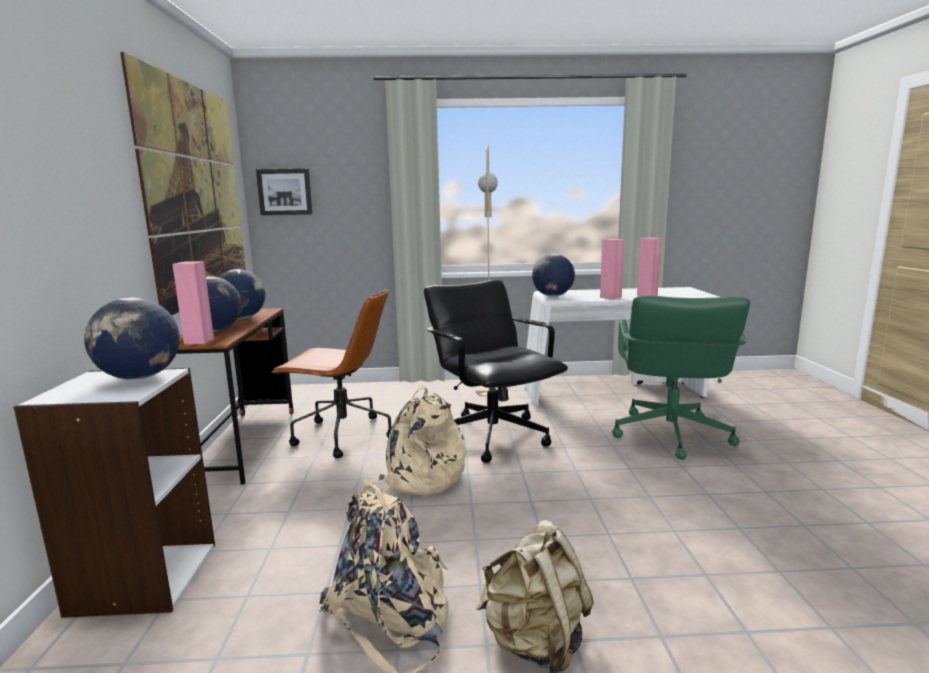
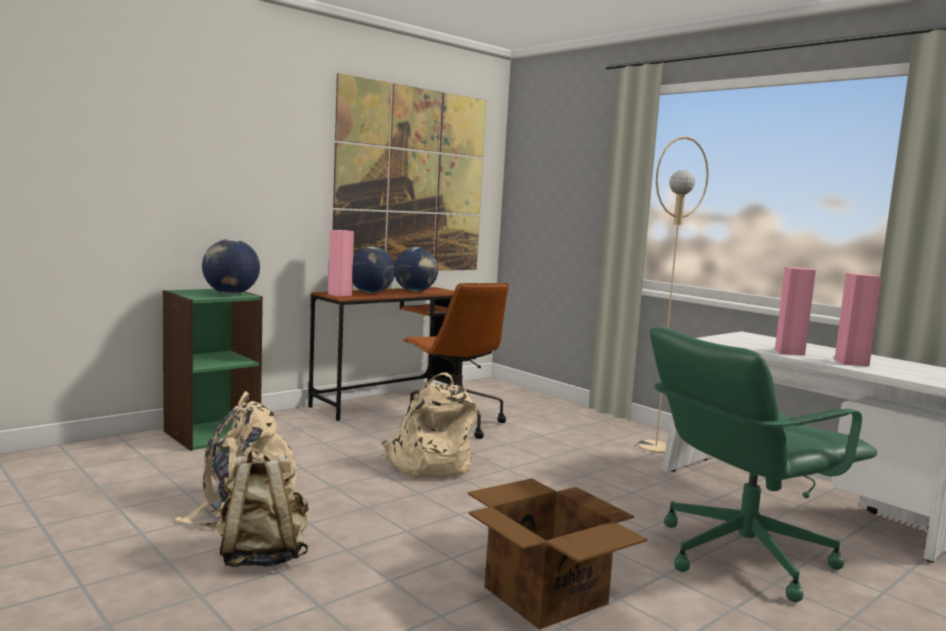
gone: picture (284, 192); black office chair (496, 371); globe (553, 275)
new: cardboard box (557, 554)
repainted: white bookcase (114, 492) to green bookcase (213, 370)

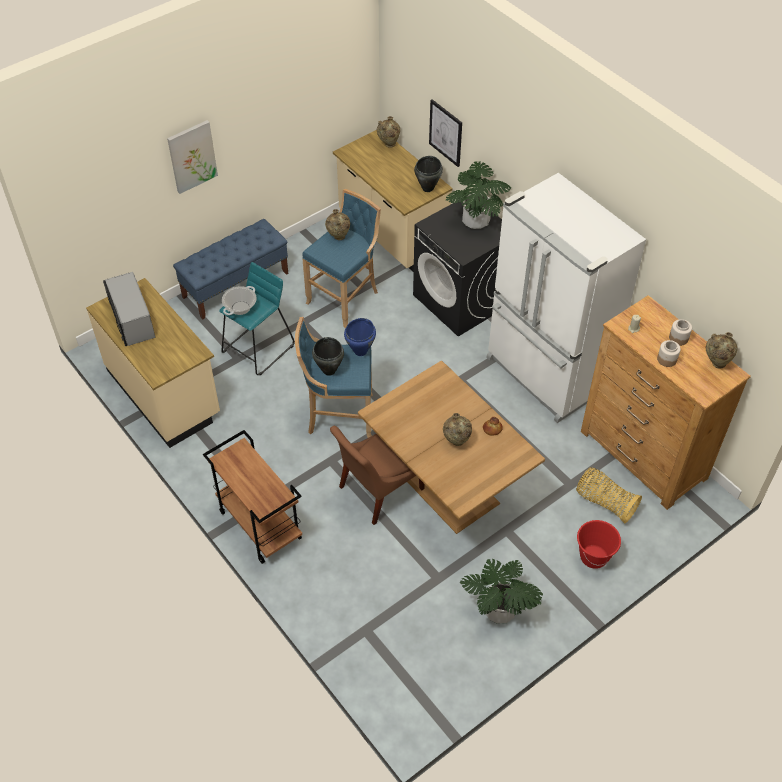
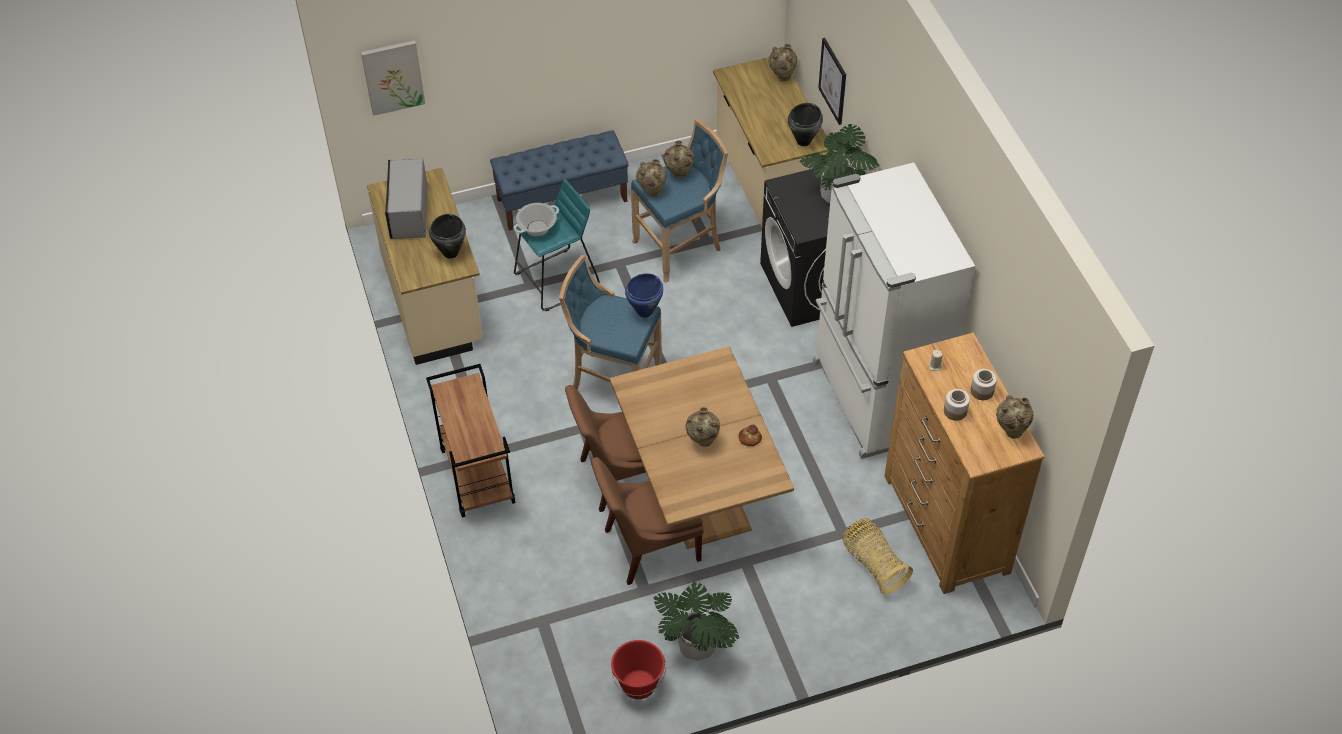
new: brown chair (647, 521); beige vase (651, 178)
shifted: picture (192, 157) to (393, 78); black cooking pot (328, 356) to (447, 236); red bucket (599, 544) to (638, 669)

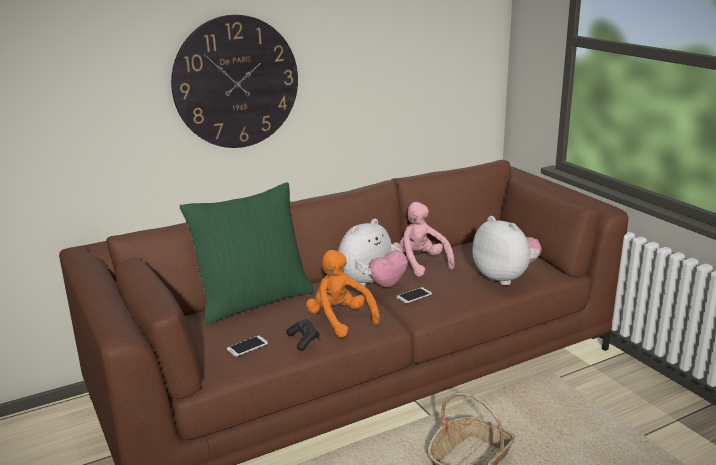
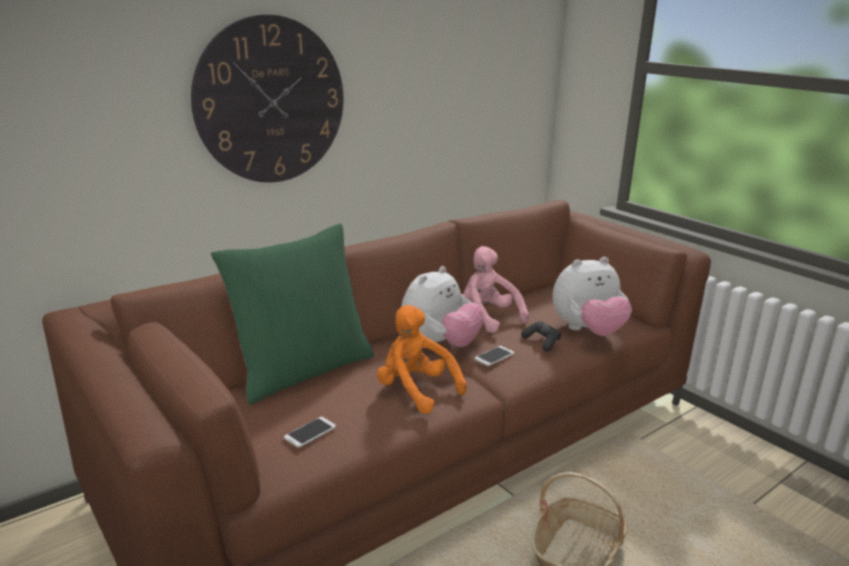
shifted: black game controller (303, 335) to (541, 336)
rotated: plush toy (507, 251) = (592, 296) 120 degrees clockwise

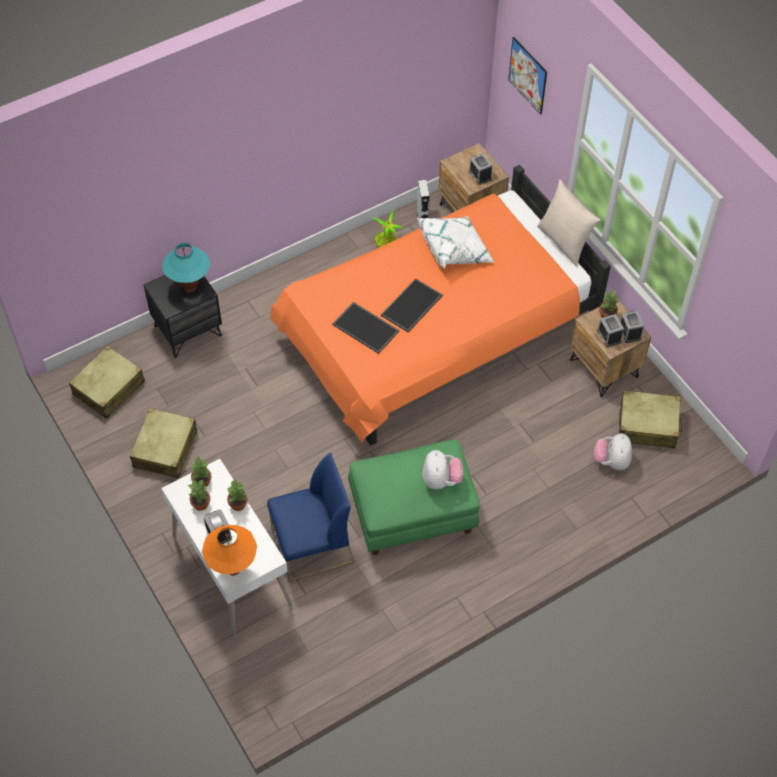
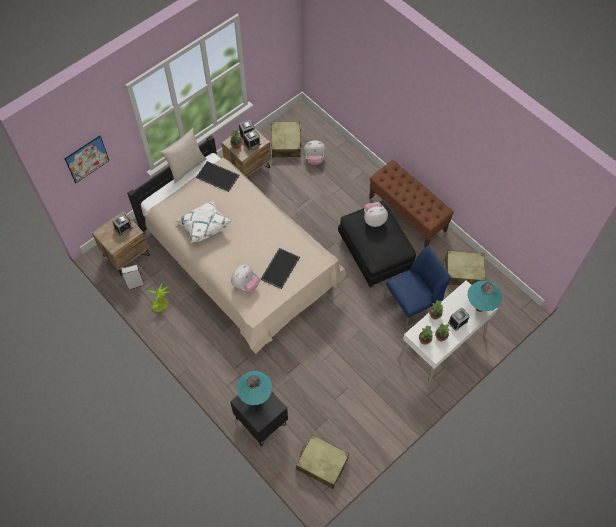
new: plush toy (245, 278); brown bench (411, 204)
shifted: beige suitcase (163, 443) to (464, 269); tray (412, 305) to (218, 176)
repainted: orange table lamp (229, 550) to turquoise table lamp (485, 296); orange bed (440, 305) to beige bed (236, 244); green ottoman (414, 497) to black ottoman (377, 244)
rotated: blue chair (311, 517) = (417, 288) 90 degrees clockwise

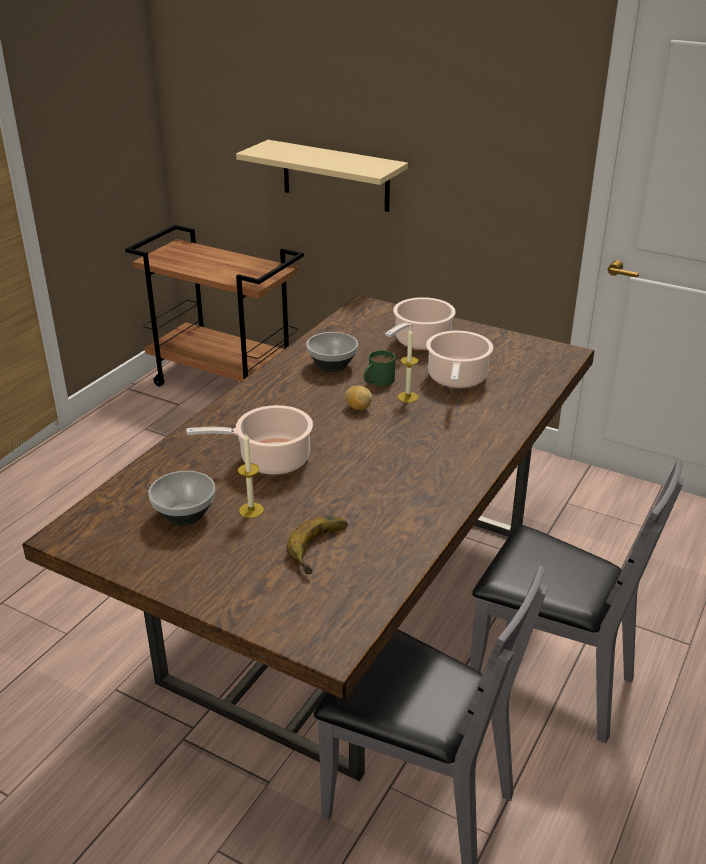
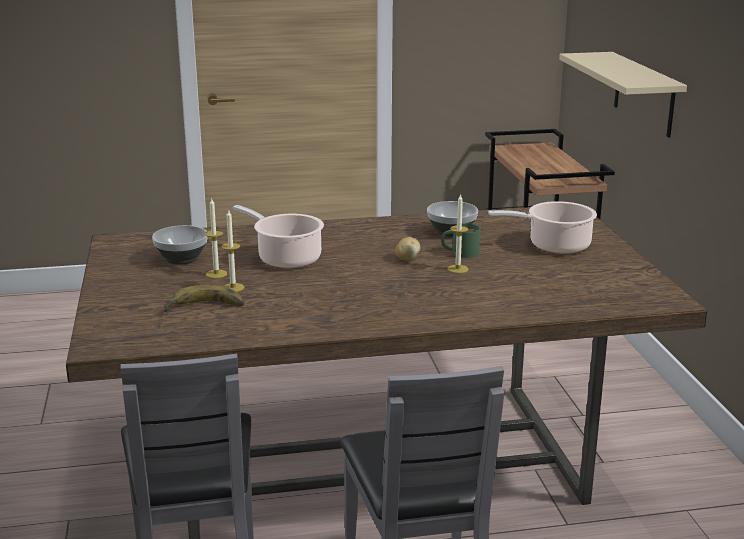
gone: cooking pot (459, 359)
new: candle (232, 251)

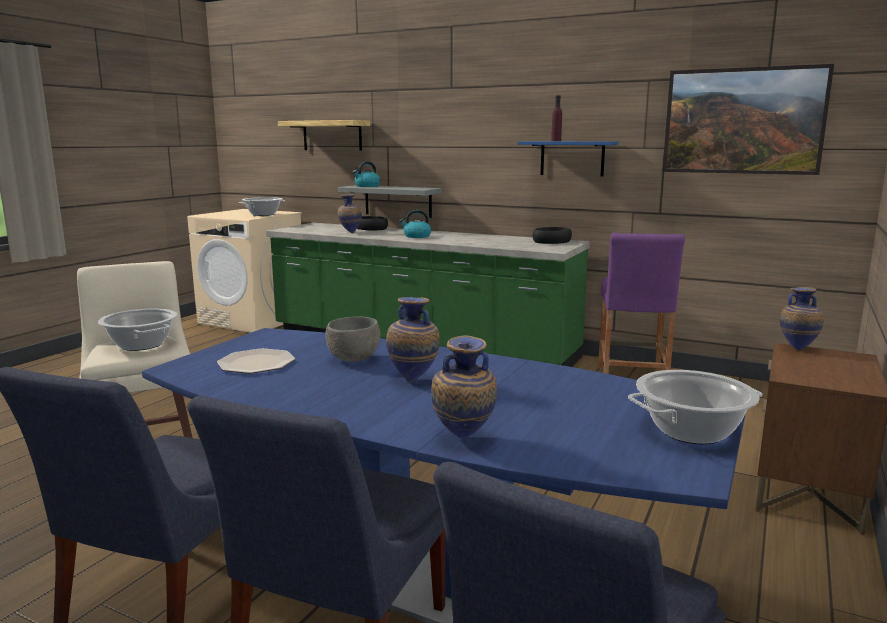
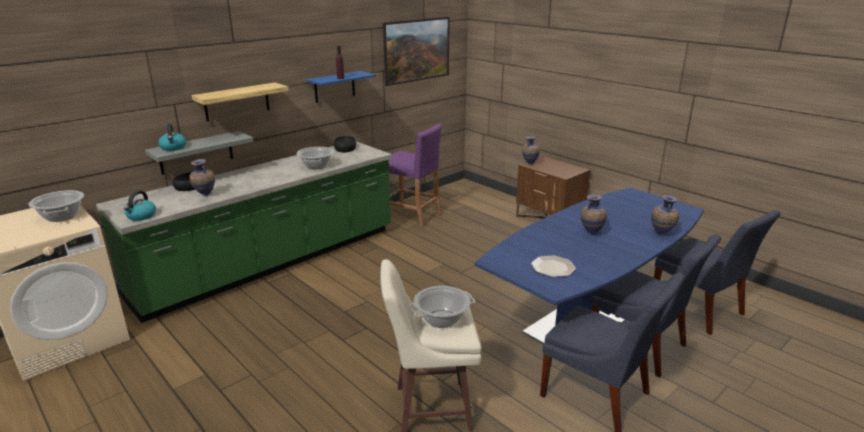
gone: grey bowl (353, 339)
shifted: shelf (324, 135) to (240, 102); kettle (415, 224) to (140, 205); cooking pot (695, 407) to (315, 158)

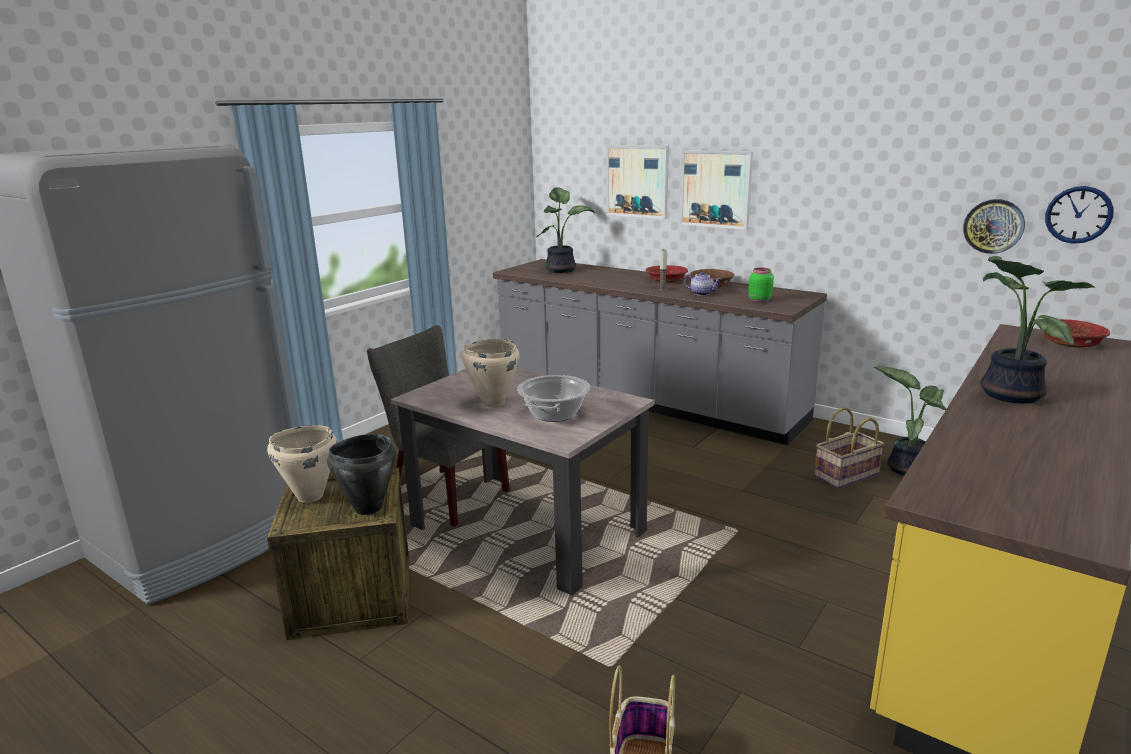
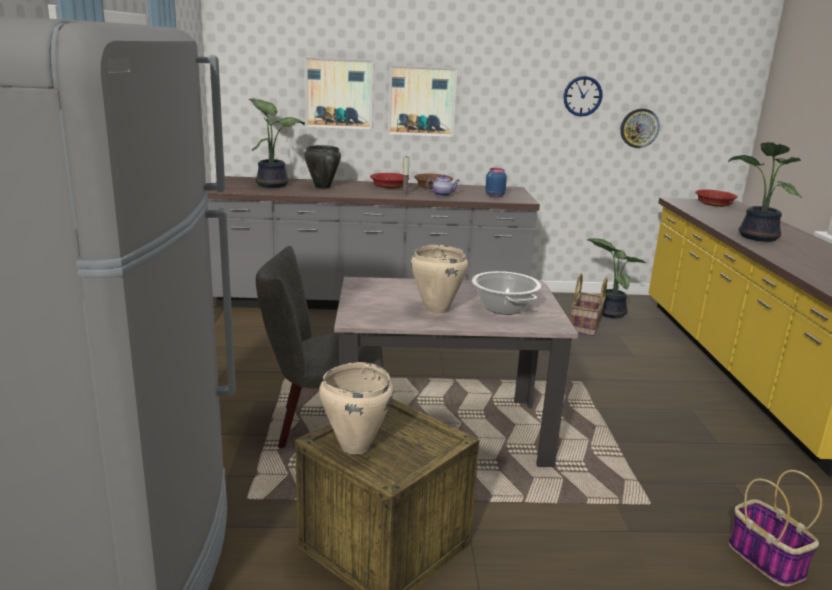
shifted: black cooking pot (361, 474) to (322, 167); wall clock (1079, 215) to (582, 96)
repainted: green jar (761, 285) to blue jar (496, 182)

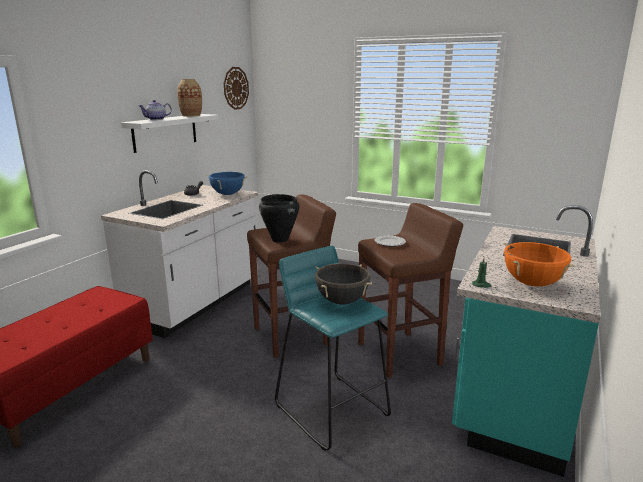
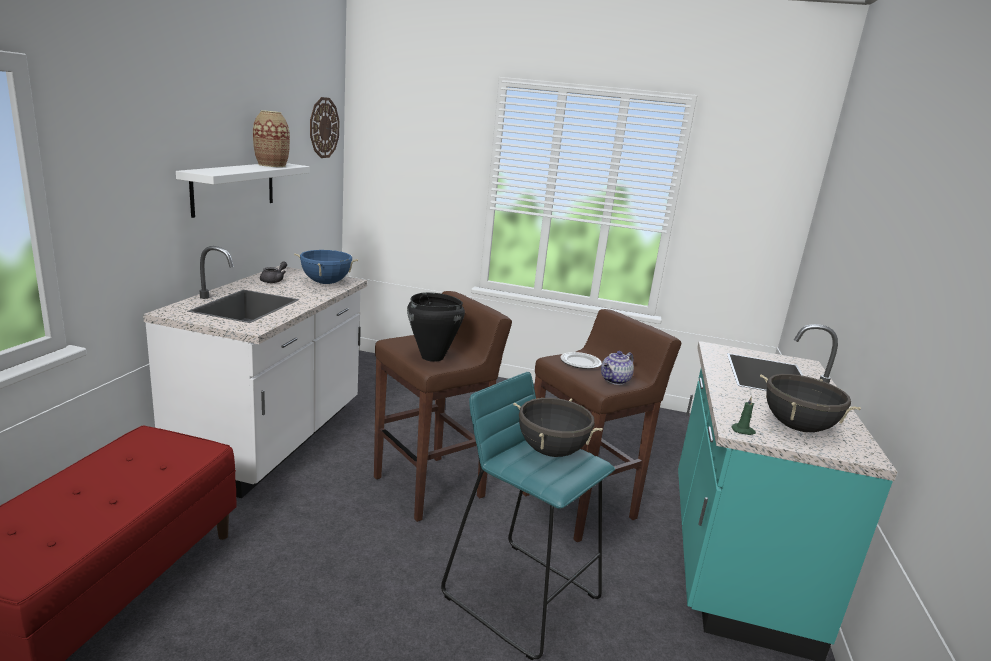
shifted: teapot (155, 110) to (617, 368)
repainted: orange cooking pot (539, 264) to black cooking pot (810, 403)

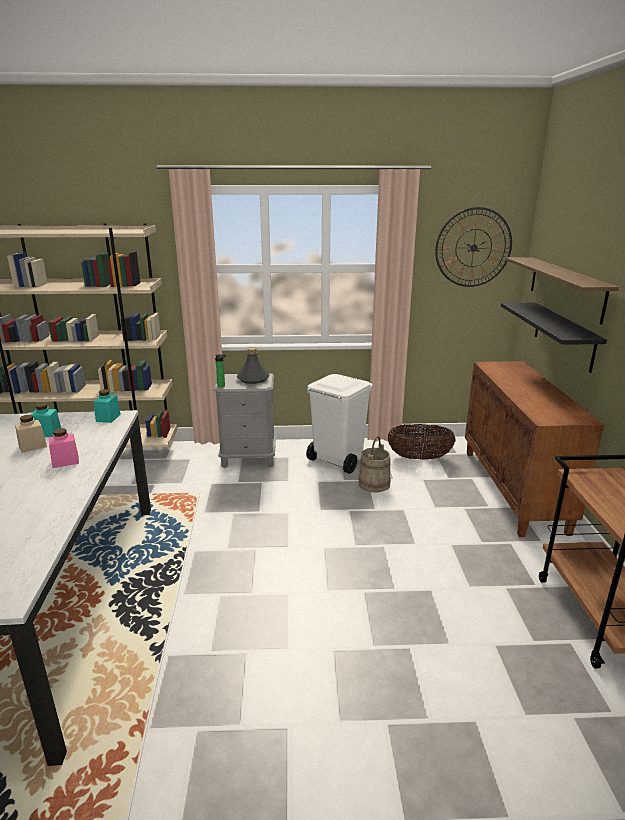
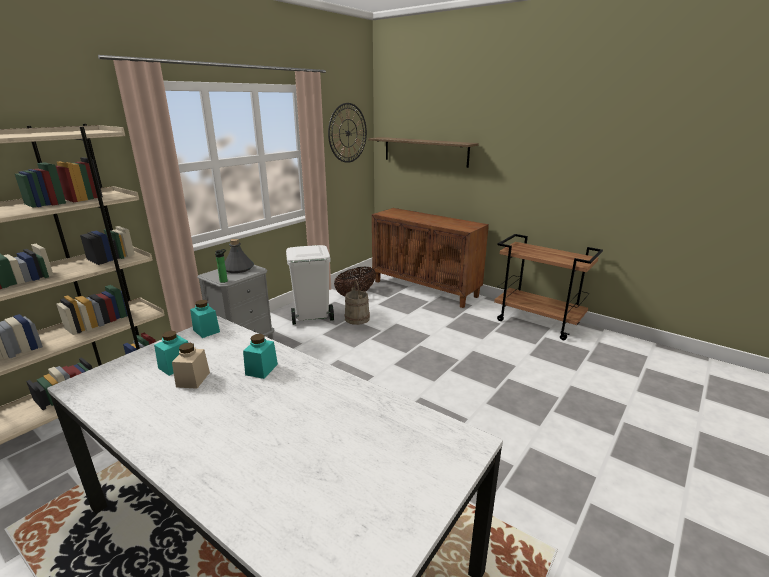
gone: black shelf (554, 338)
repainted: pink jar (64, 448) to turquoise jar (260, 356)

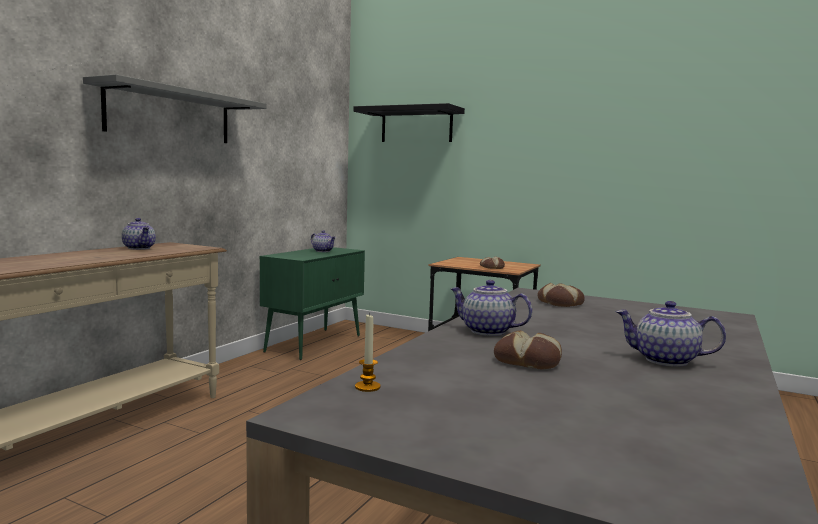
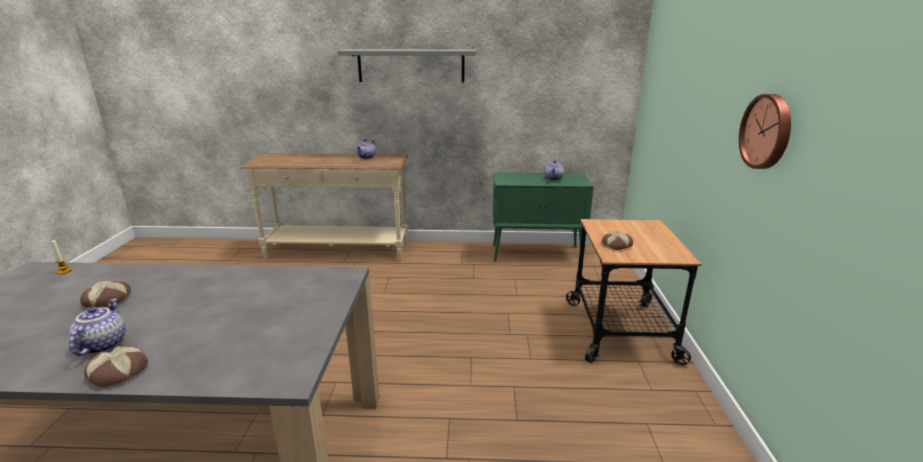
gone: black shelf (409, 122); teapot (491, 308)
new: wall clock (765, 131)
shifted: bread (561, 295) to (116, 366)

